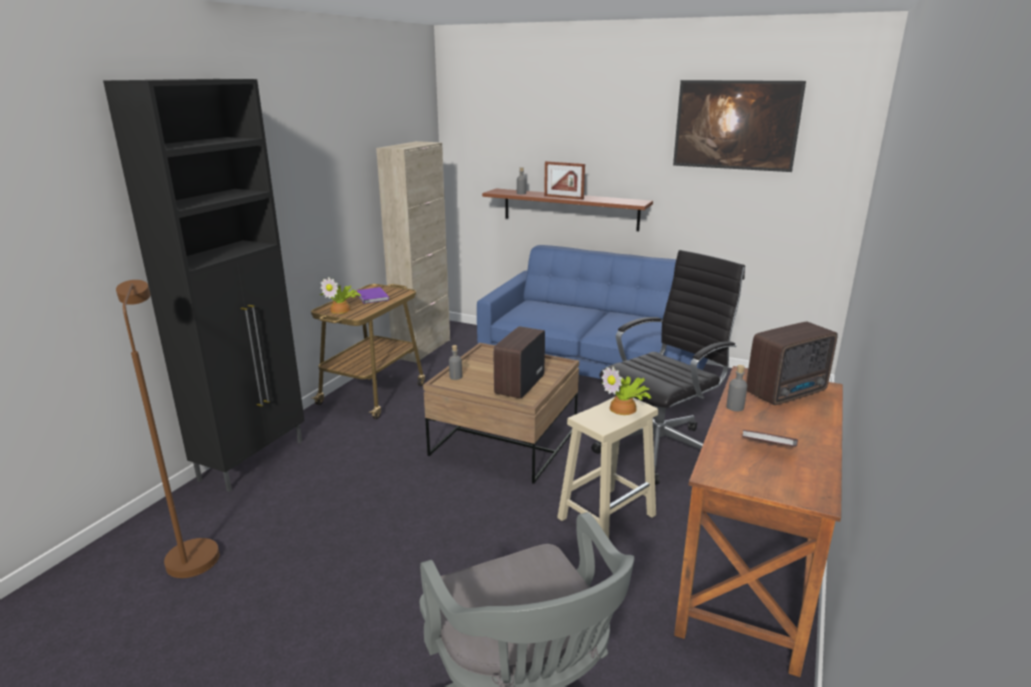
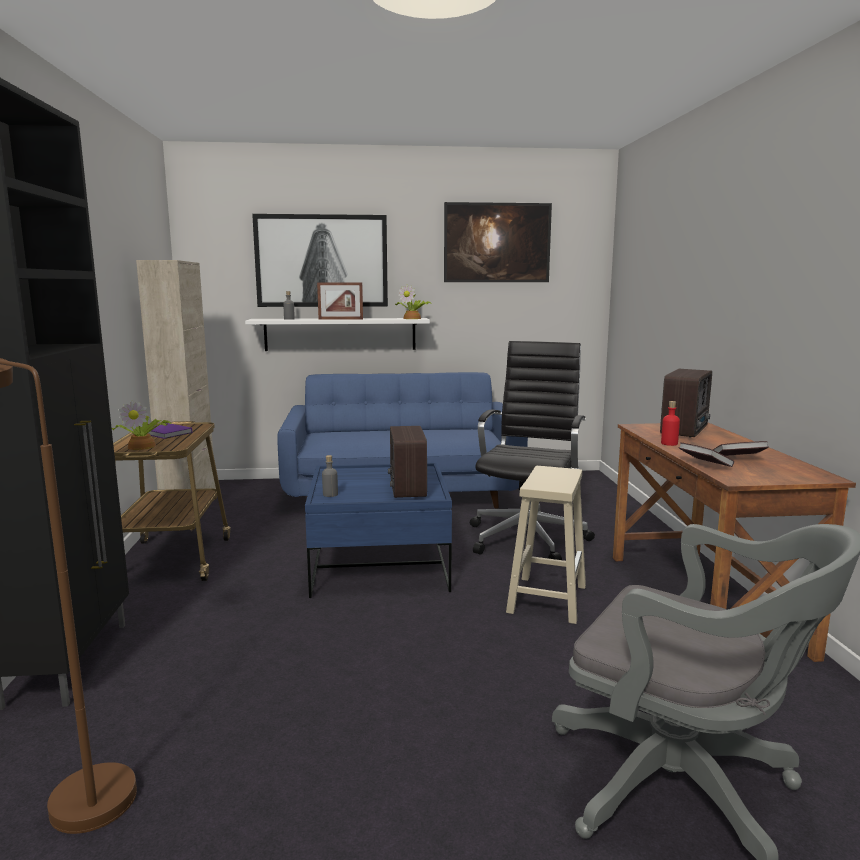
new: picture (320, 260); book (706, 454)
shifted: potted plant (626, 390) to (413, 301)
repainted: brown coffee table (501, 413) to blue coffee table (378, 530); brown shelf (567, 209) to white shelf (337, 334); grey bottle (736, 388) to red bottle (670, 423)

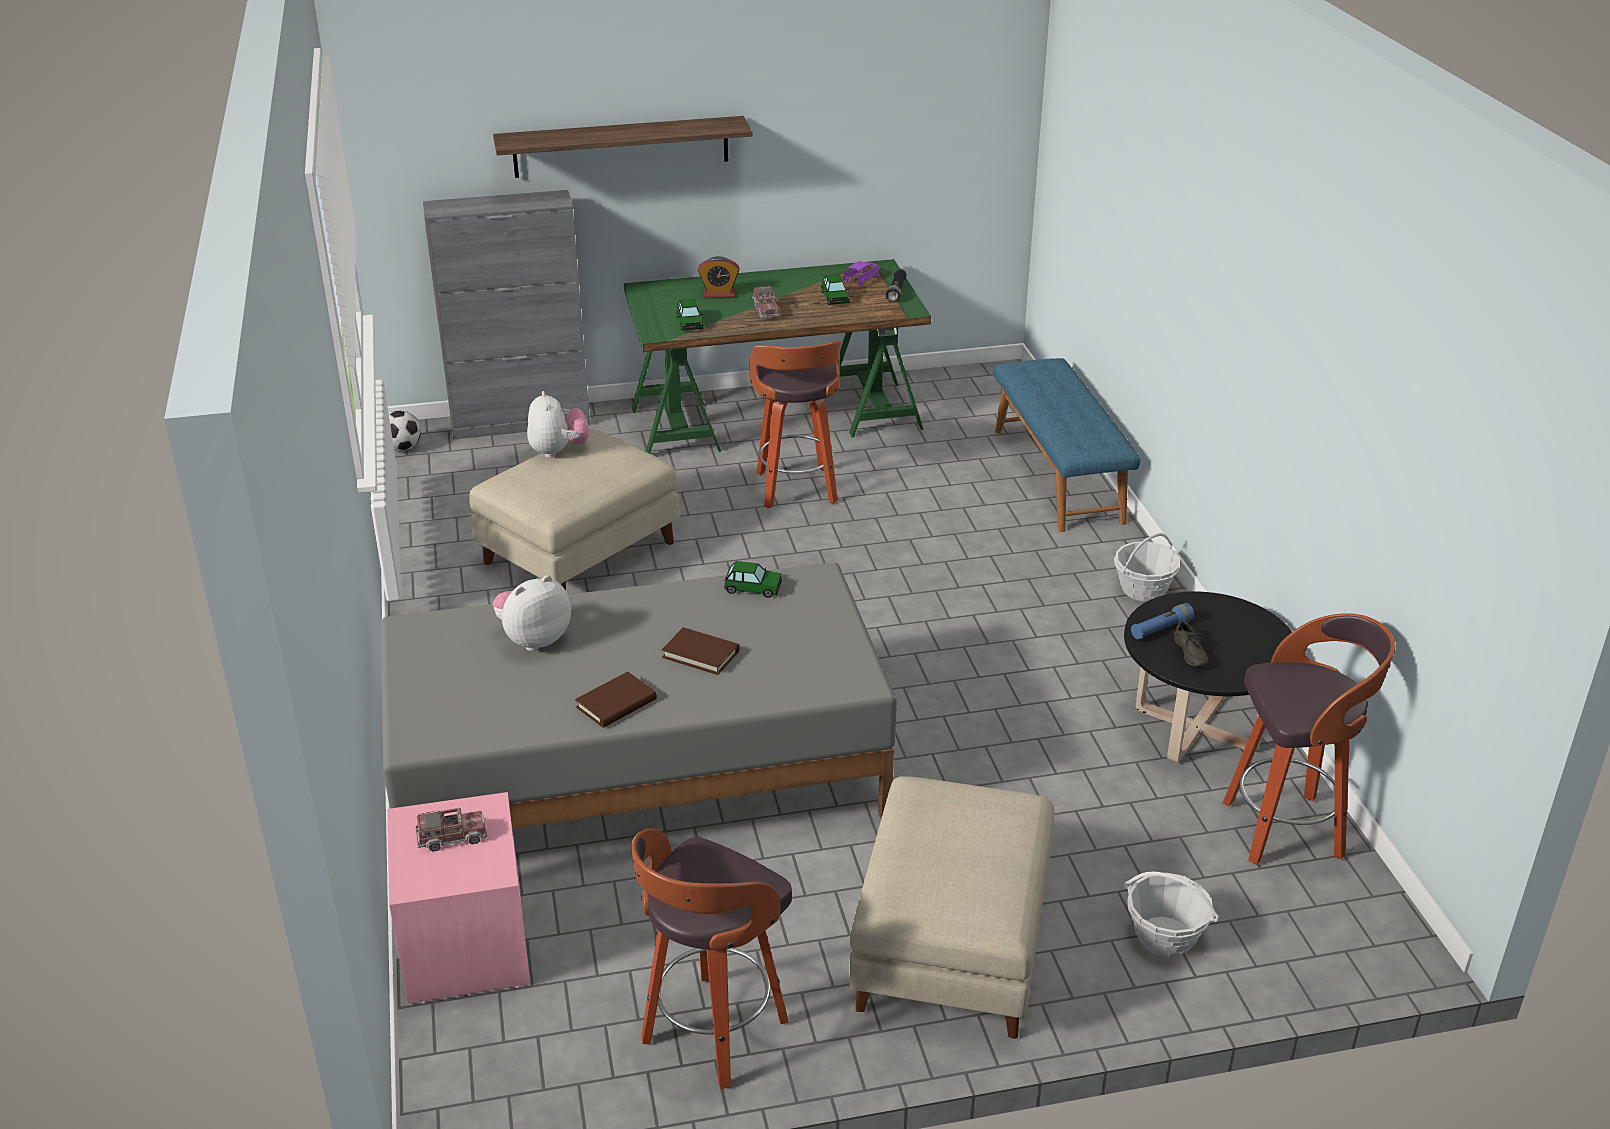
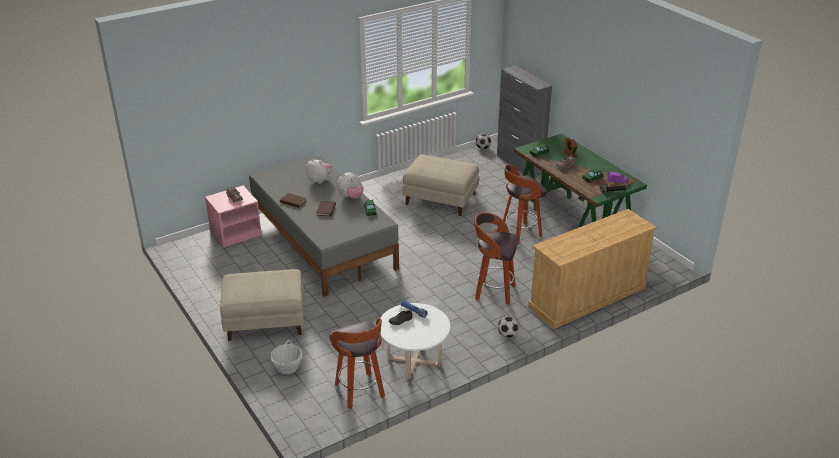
gone: shelf (623, 147)
shifted: plush toy (558, 424) to (350, 185); stool (711, 959) to (496, 259)
swapped: blue bench (1067, 445) to beige dresser (592, 269); basket (1147, 567) to football (508, 327)
repainted: black coffee table (1208, 677) to white coffee table (415, 341)

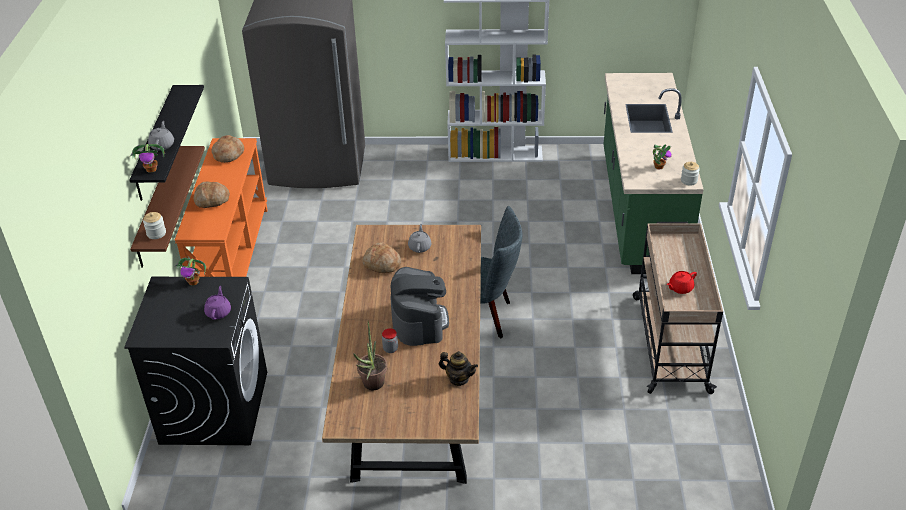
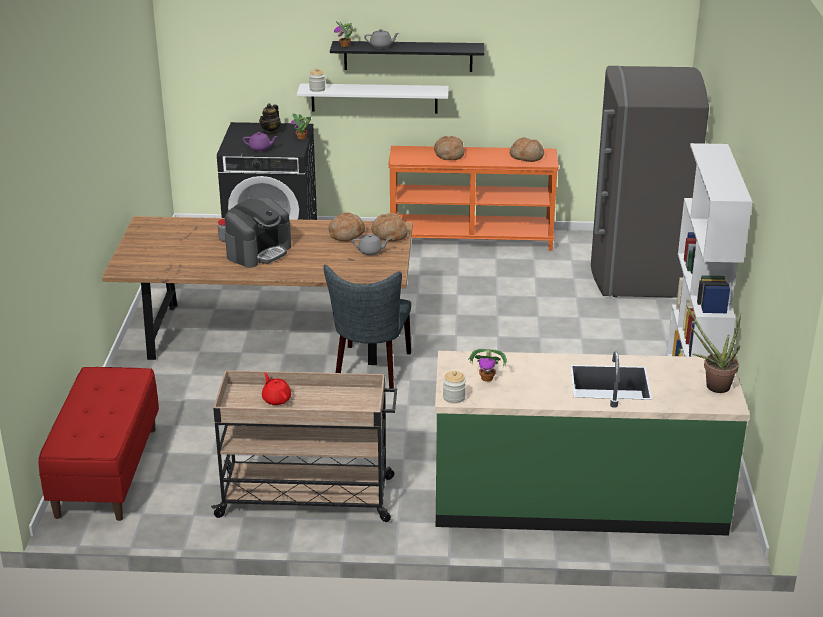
new: red bench (98, 444); bread (389, 227)
shifted: potted plant (370, 356) to (713, 349); teapot (458, 368) to (270, 119)
repainted: brown shelf (167, 207) to white shelf (373, 98)
rotated: coffee machine (419, 306) = (258, 233) 45 degrees counterclockwise

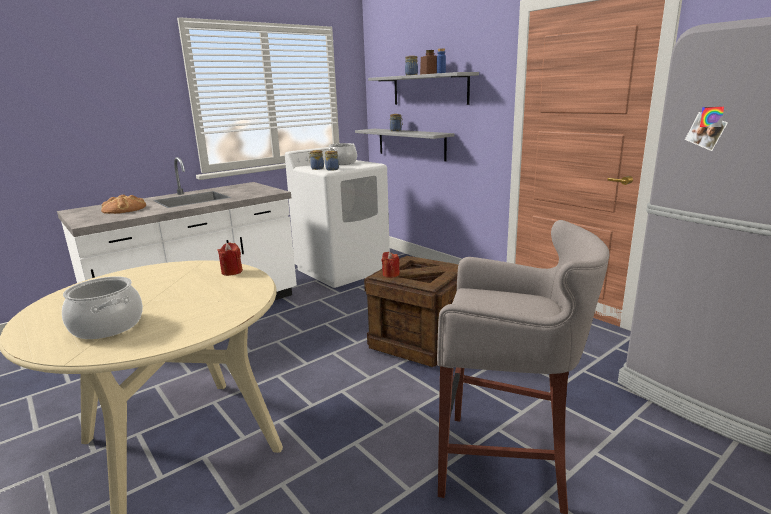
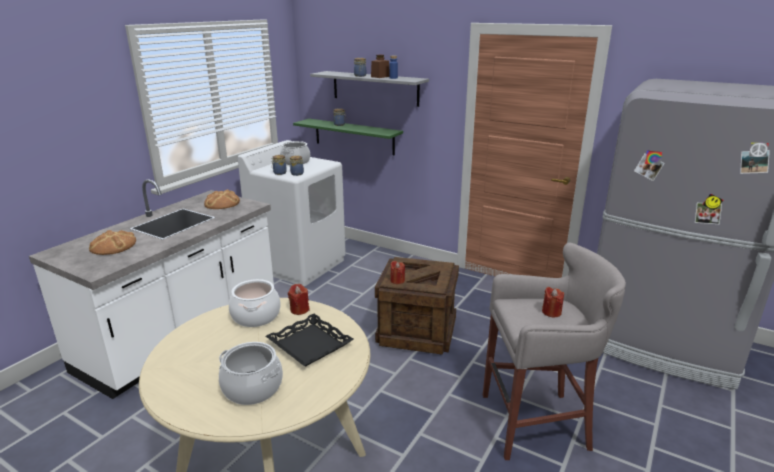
new: bread (222, 199); cooking pot (255, 303); black tray (310, 340); red candle (553, 302)
repainted: grey shelf (404, 145) to green shelf (348, 137)

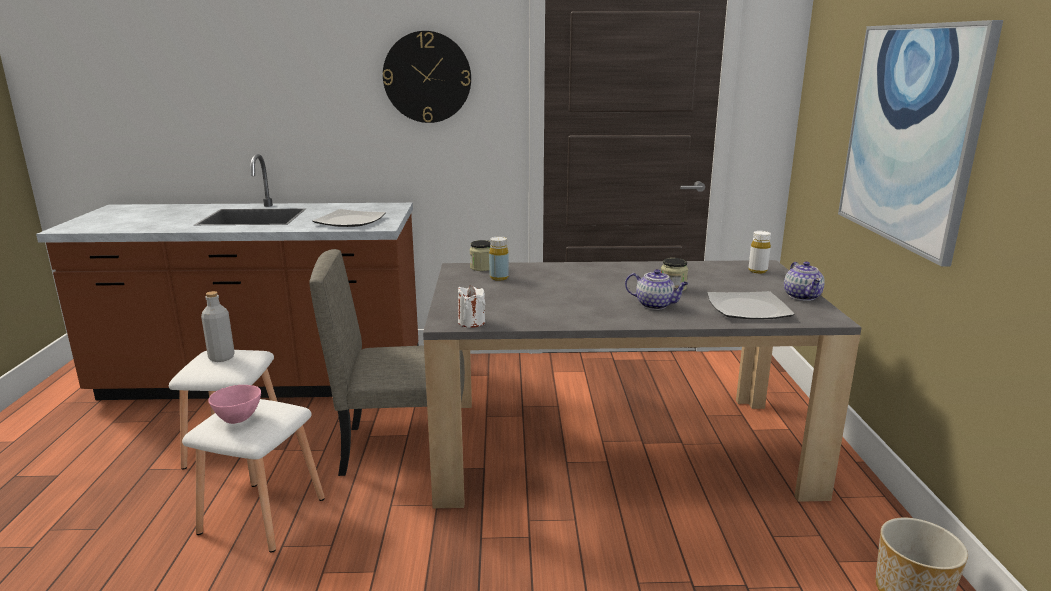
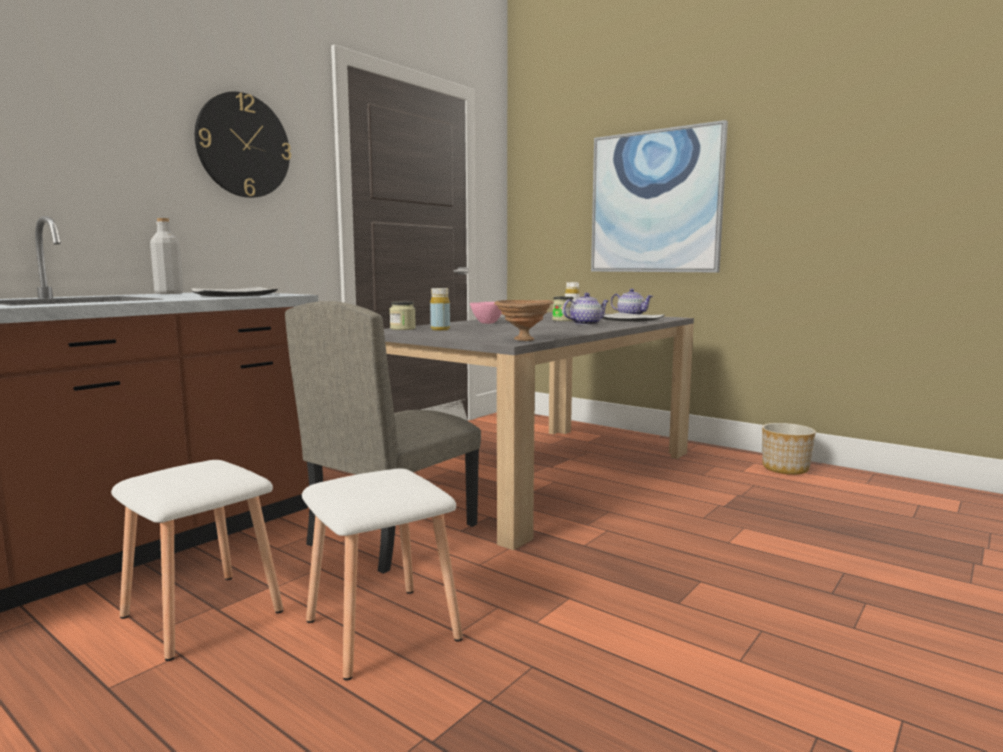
shifted: grey bottle (218, 326) to (167, 256); pink bowl (234, 404) to (486, 313)
swapped: white candle (471, 306) to brown bowl (524, 320)

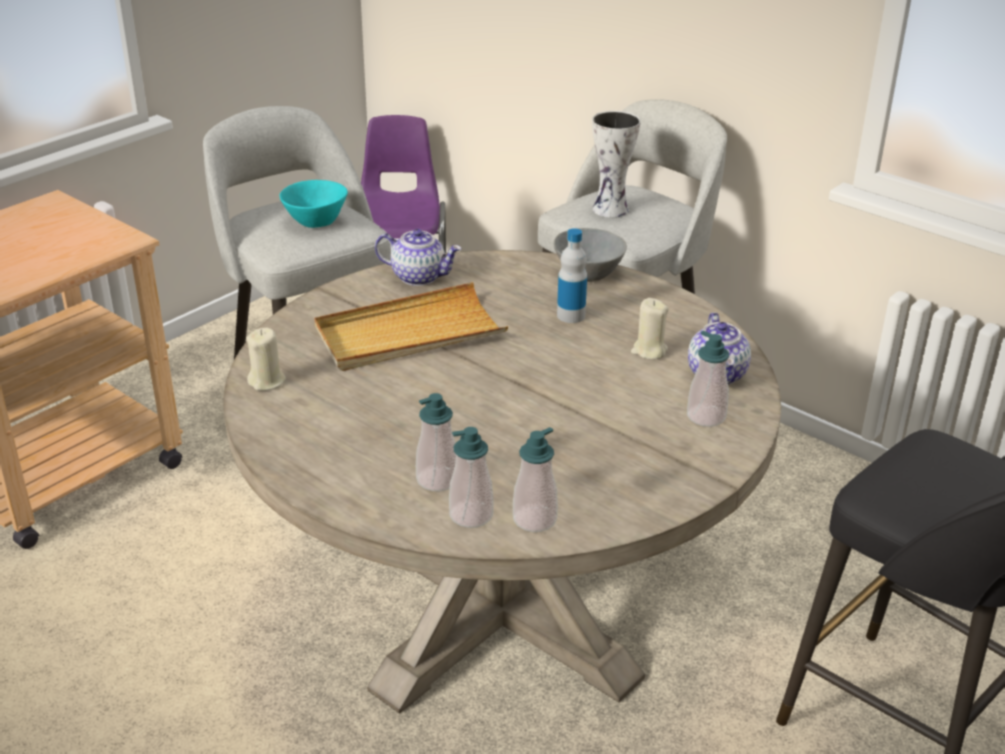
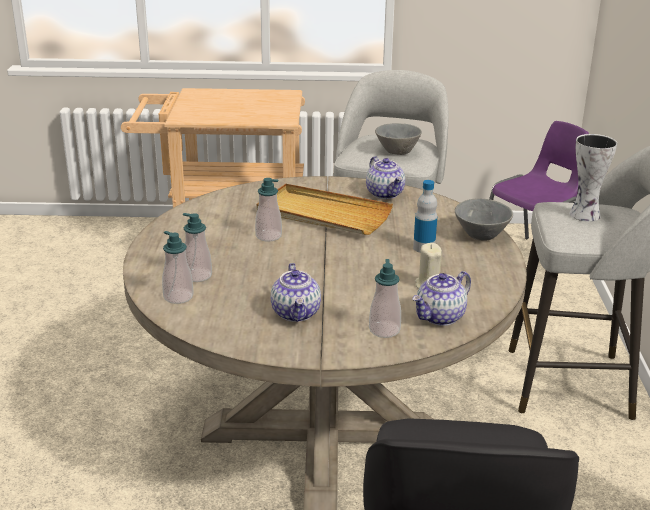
gone: beige candle (266, 359)
new: teapot (296, 292)
shifted: soap dispenser (535, 479) to (268, 209)
repainted: turquoise bowl (314, 204) to grey bowl (398, 139)

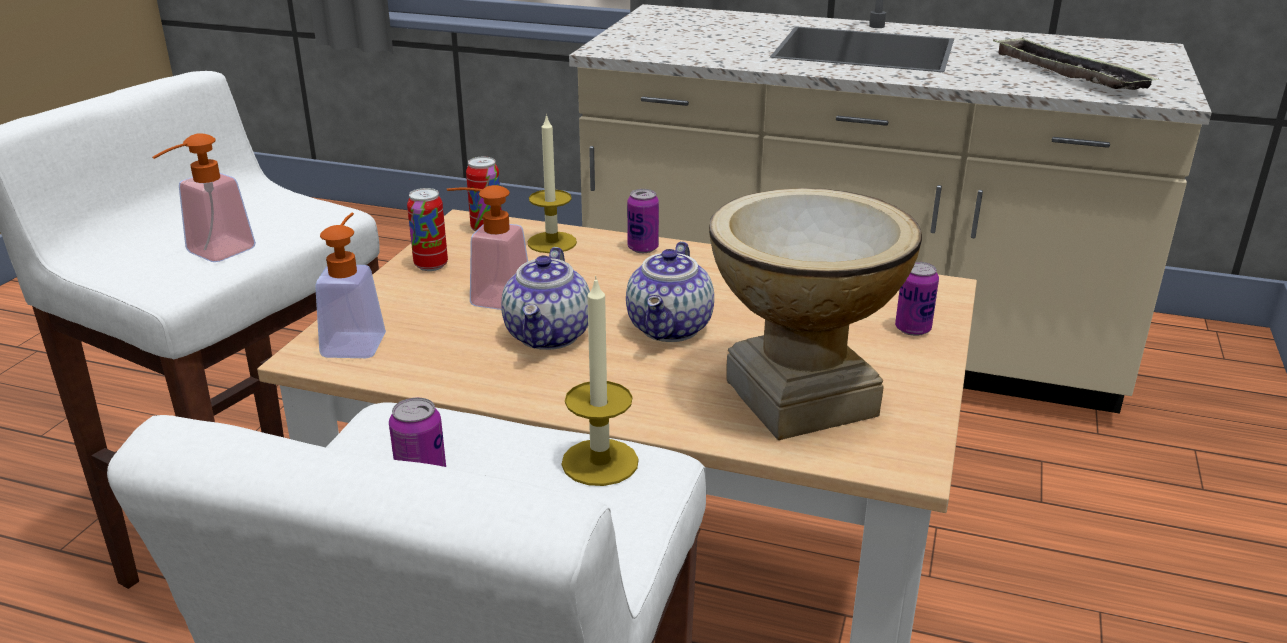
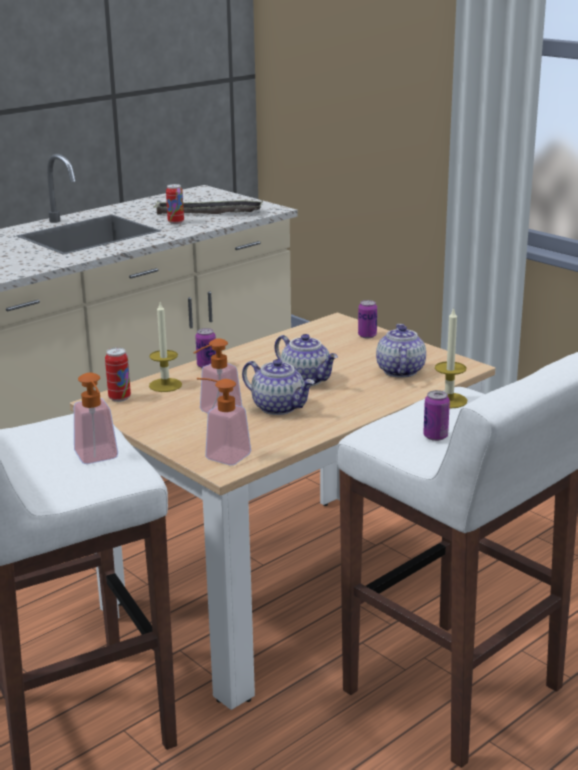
shifted: can (427, 229) to (175, 204)
swapped: vase (815, 314) to teapot (401, 351)

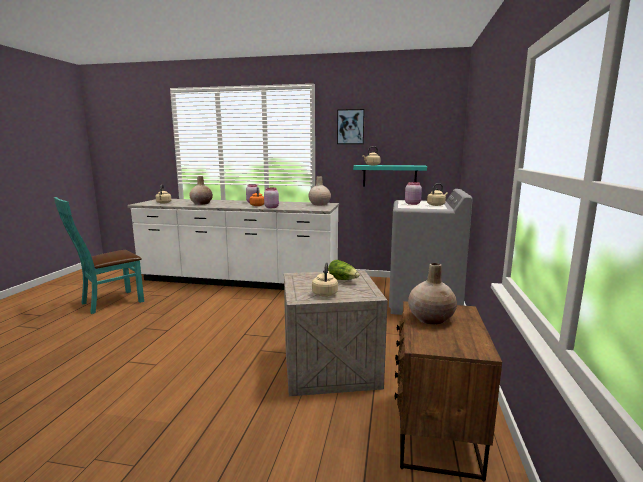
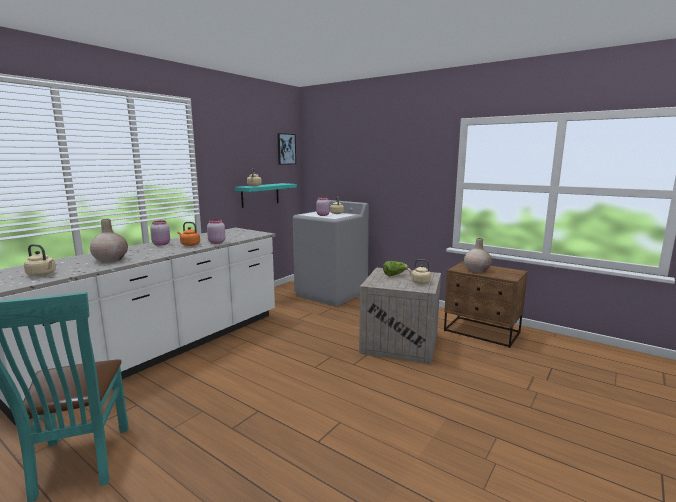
gone: beige vase (319, 190)
shifted: picture (351, 126) to (286, 149)

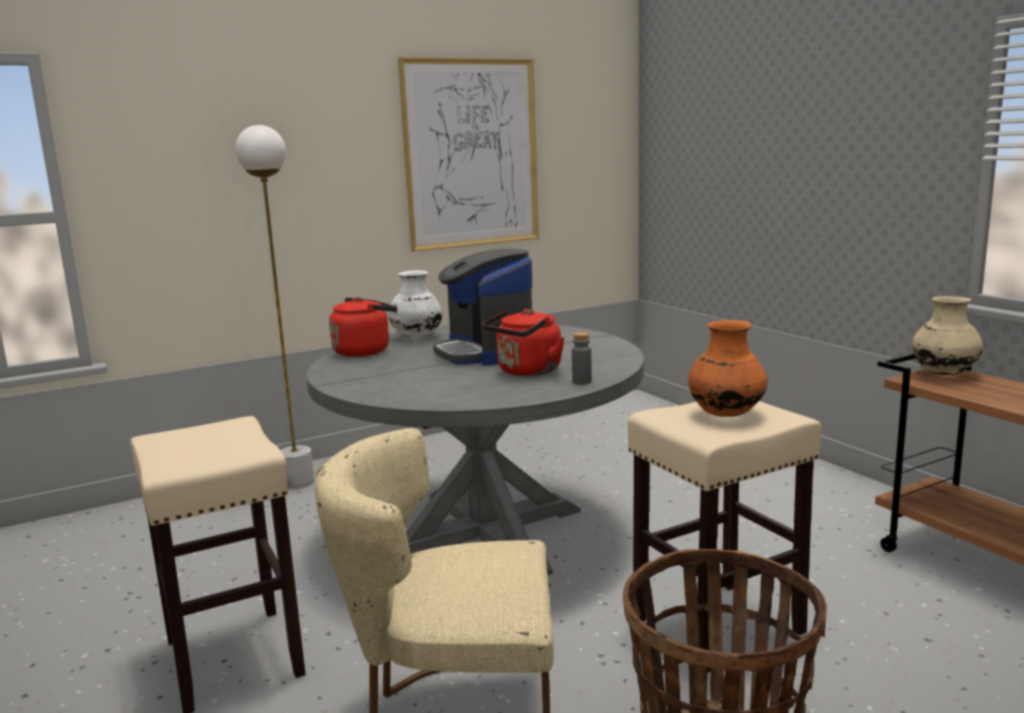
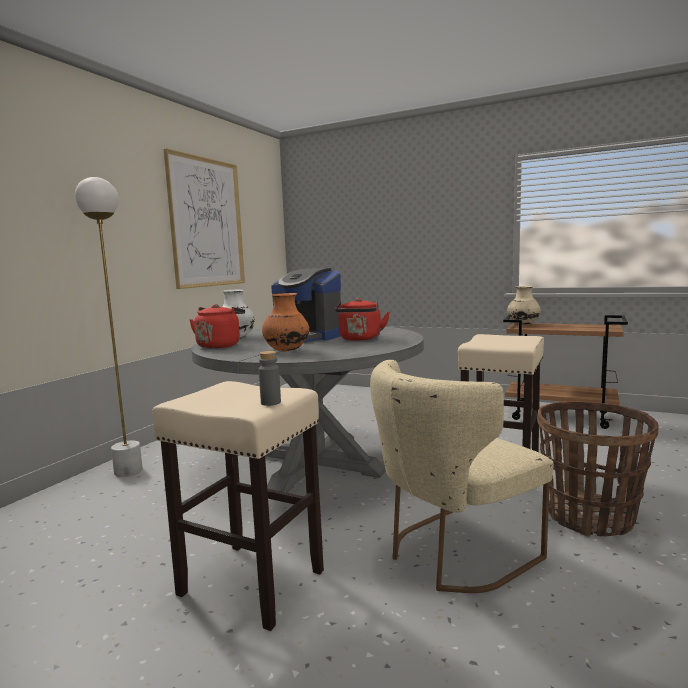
shifted: grey bottle (582, 358) to (270, 378); orange vase (728, 368) to (285, 322)

